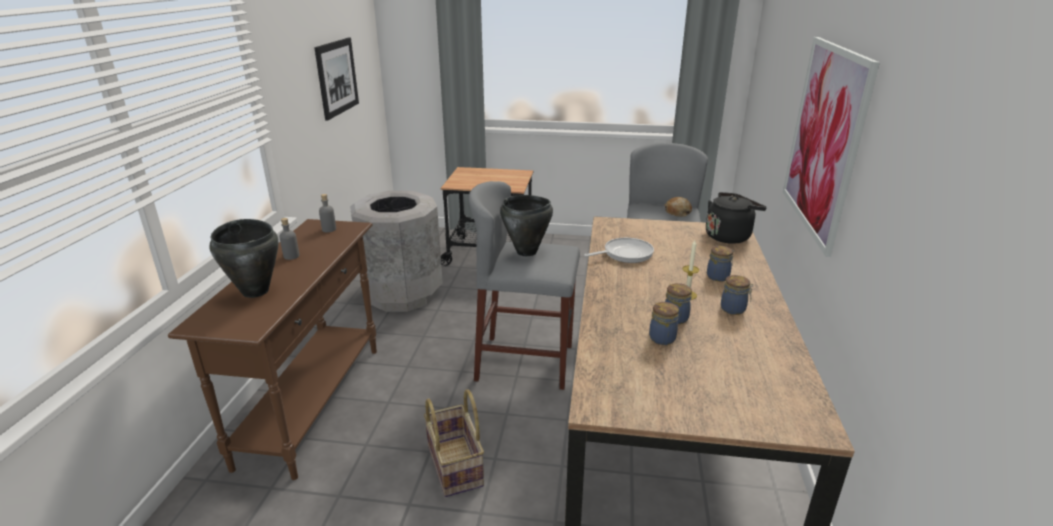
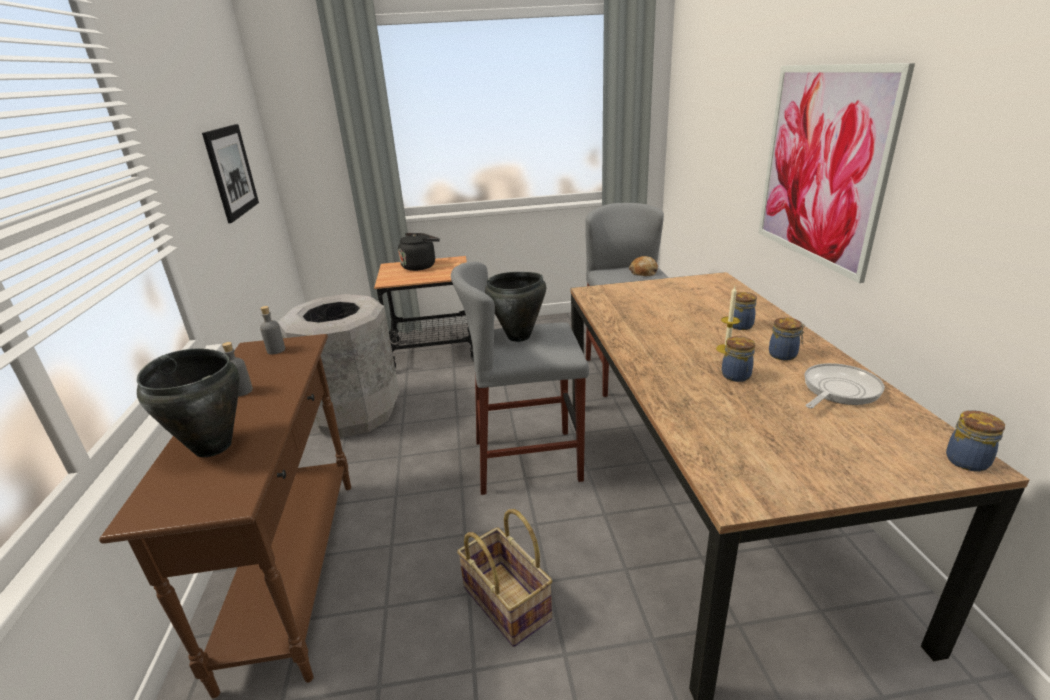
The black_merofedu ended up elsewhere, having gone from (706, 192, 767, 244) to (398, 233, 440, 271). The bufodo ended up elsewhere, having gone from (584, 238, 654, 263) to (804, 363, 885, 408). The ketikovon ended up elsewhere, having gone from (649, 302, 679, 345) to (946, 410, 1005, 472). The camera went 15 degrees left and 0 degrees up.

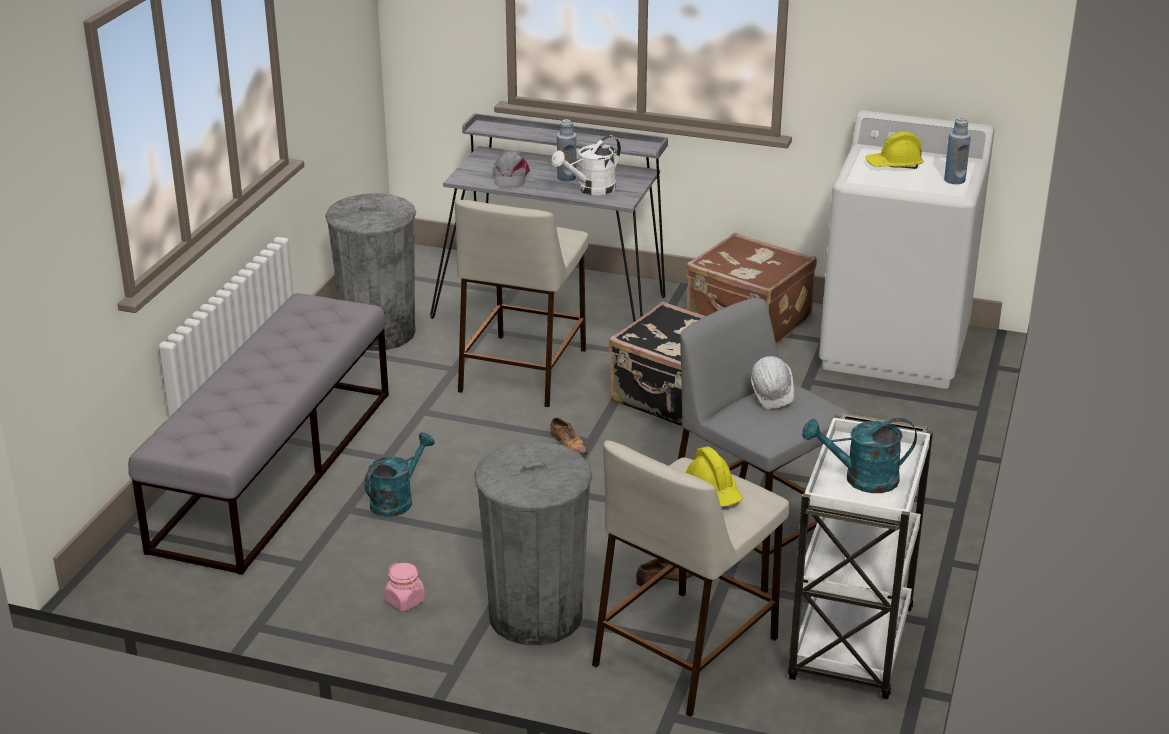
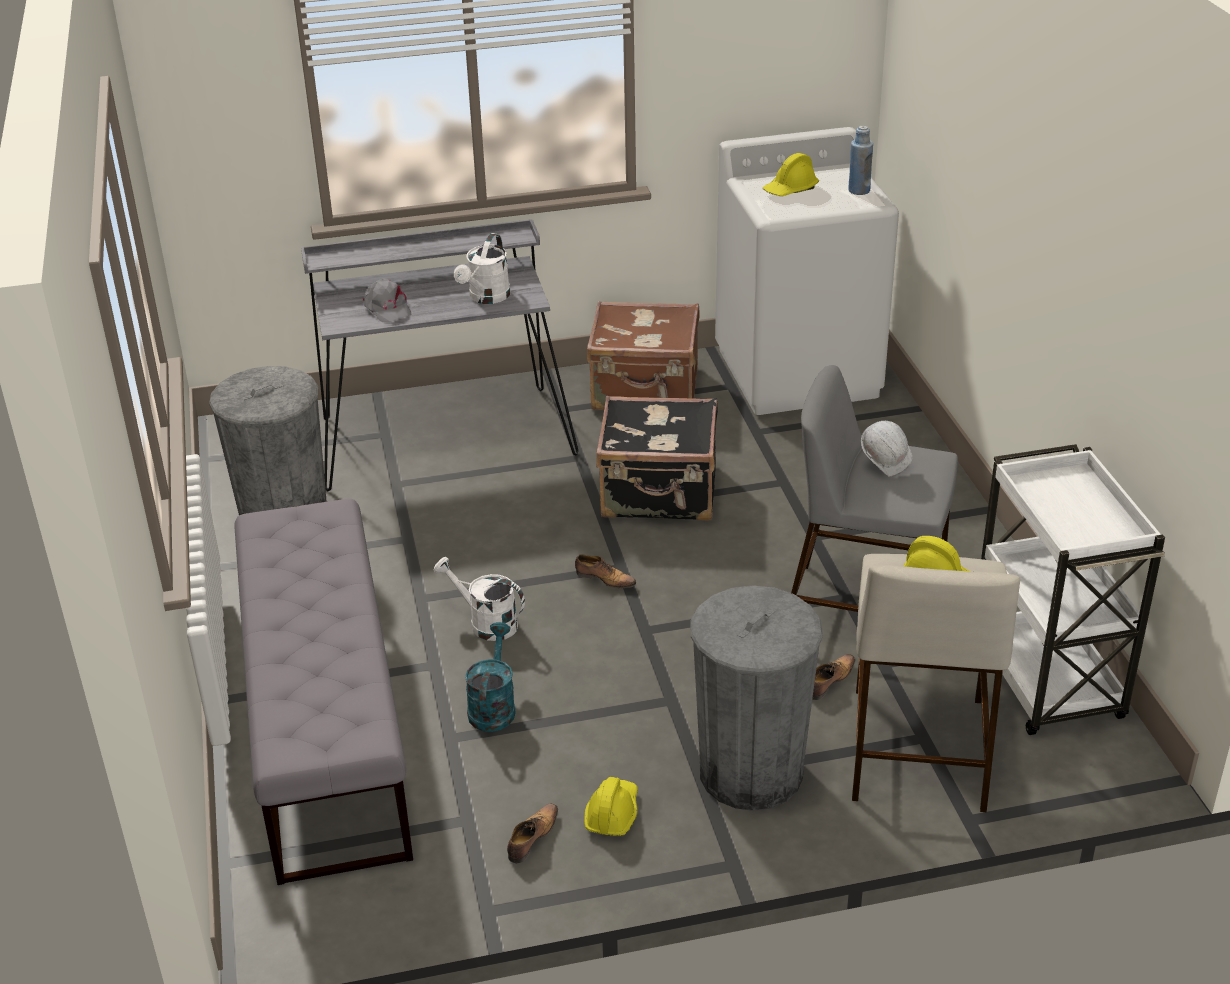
The second view gained the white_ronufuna at (433, 557, 525, 641). The second view gained the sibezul at (507, 803, 558, 863). Where the pink_ketikovon stood at (385, 563, 425, 611), the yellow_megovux came to stand at (584, 777, 637, 836). The second view lost the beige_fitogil at (455, 200, 589, 407). The second view lost the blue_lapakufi at (557, 119, 577, 182). The second view lost the turquoise_ronufuna at (802, 418, 917, 493). The camera went 30 degrees left and 5 degrees up.

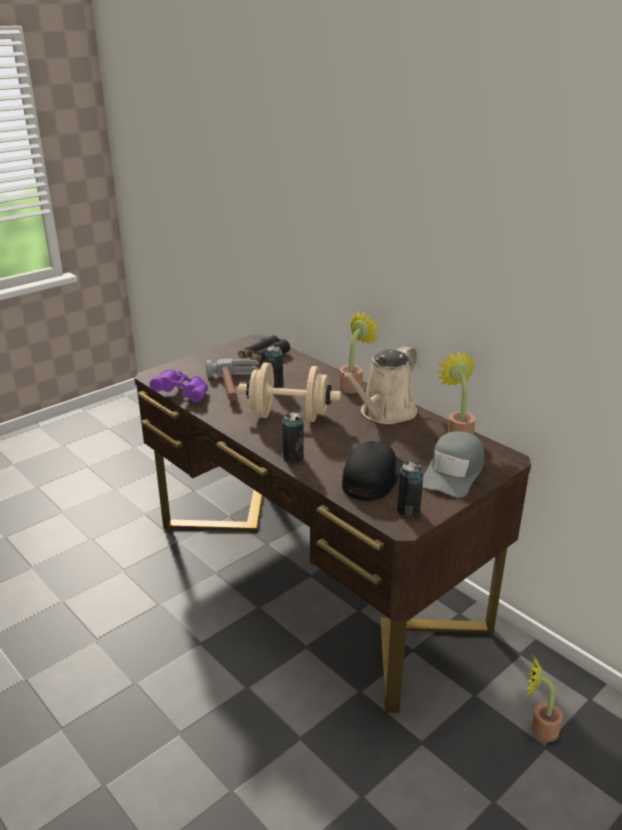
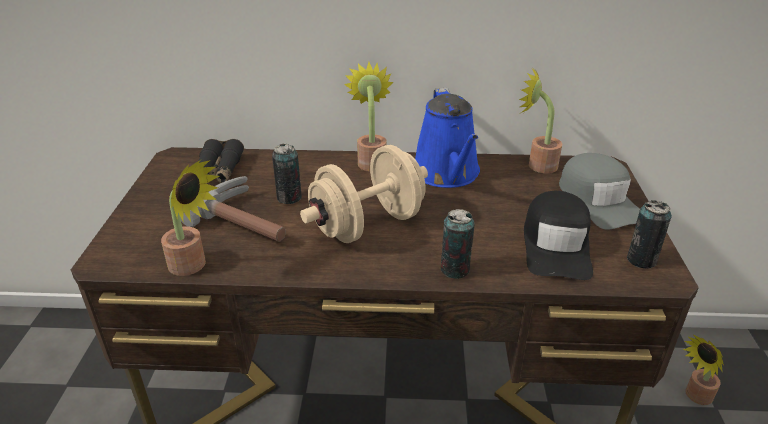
Where the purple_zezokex stood at (150, 369, 208, 403), the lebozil came to stand at (161, 160, 219, 276). What was the beige_ronufuna at (341, 346, 417, 424) turned into the blue_ronufuna at (415, 87, 480, 188). The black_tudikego at (342, 441, 405, 501) ended up facing another way, 150 degrees counterclockwise from before. The camera went 45 degrees left and 5 degrees up.

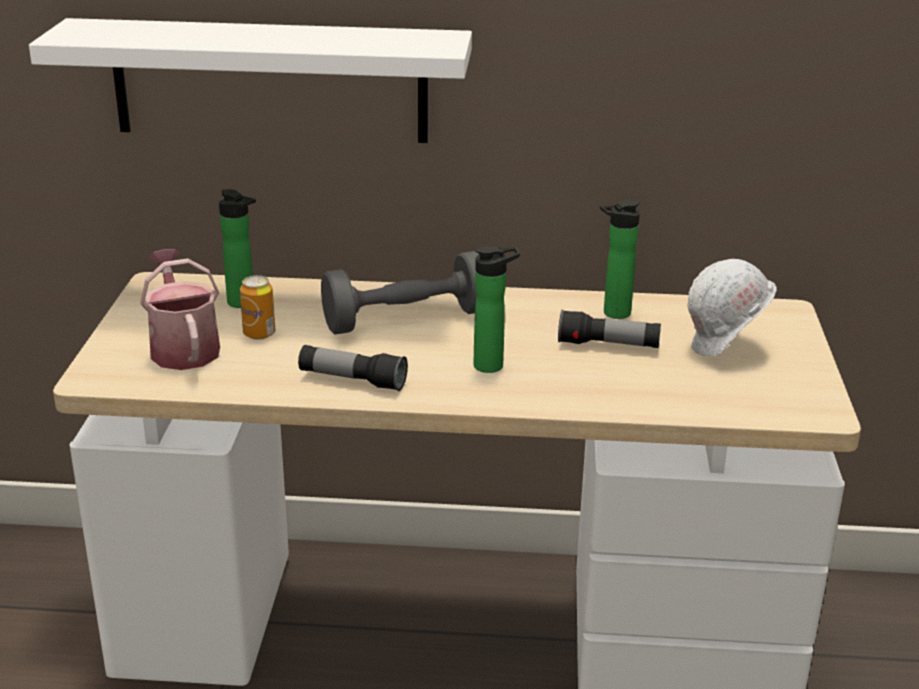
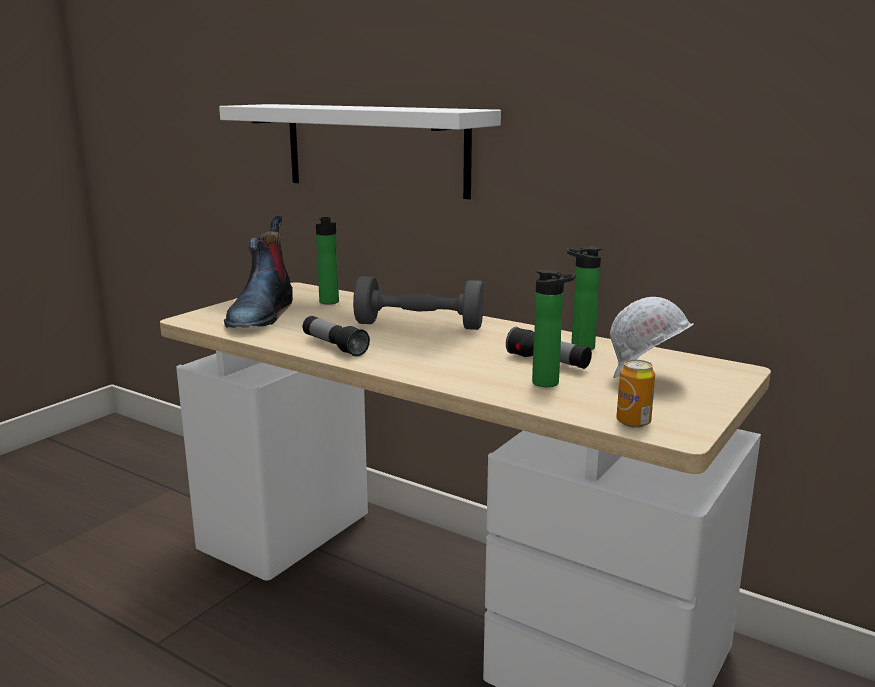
Where the ronufuna stood at (140, 249, 220, 370), the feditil came to stand at (224, 216, 293, 328). The lapakufi ended up elsewhere, having gone from (473, 246, 520, 373) to (532, 270, 576, 387). The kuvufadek ended up elsewhere, having gone from (240, 275, 275, 340) to (616, 360, 655, 428). The camera went 30 degrees right and 10 degrees down.

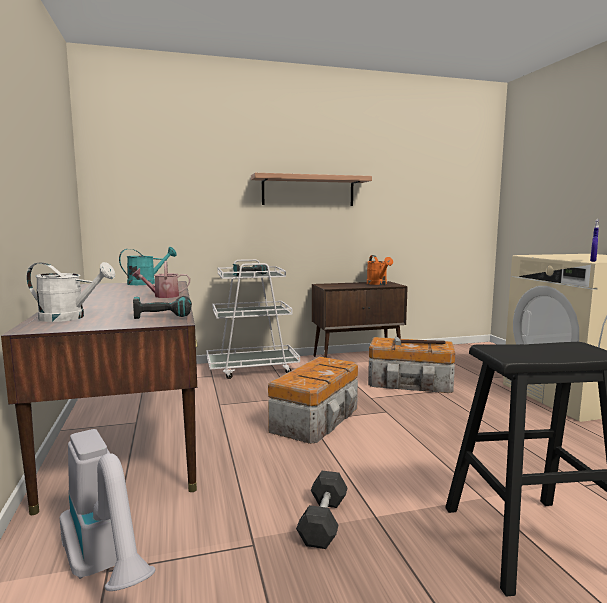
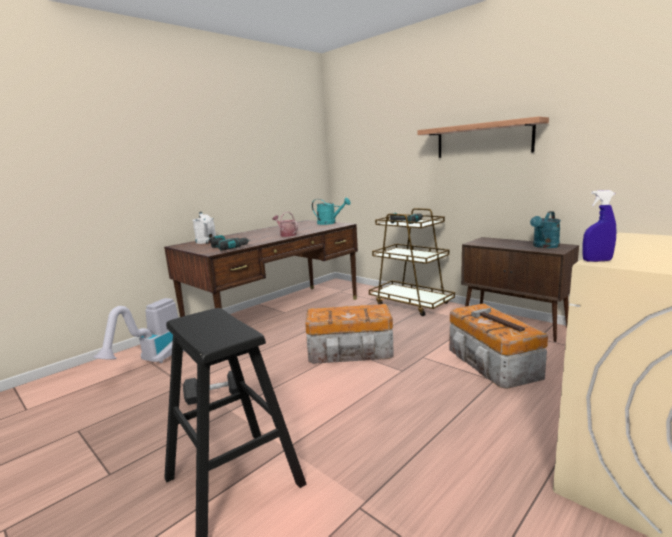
What was the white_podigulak at (206, 259, 300, 379) turned into the brown_podigulak at (369, 208, 455, 316). What was the orange_ronufuna at (367, 255, 393, 285) turned into the turquoise_ronufuna at (530, 211, 561, 248). The camera went 60 degrees right and 5 degrees up.

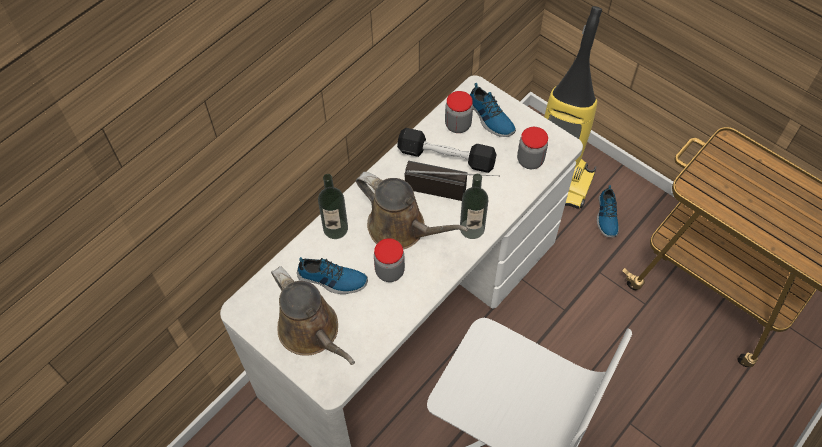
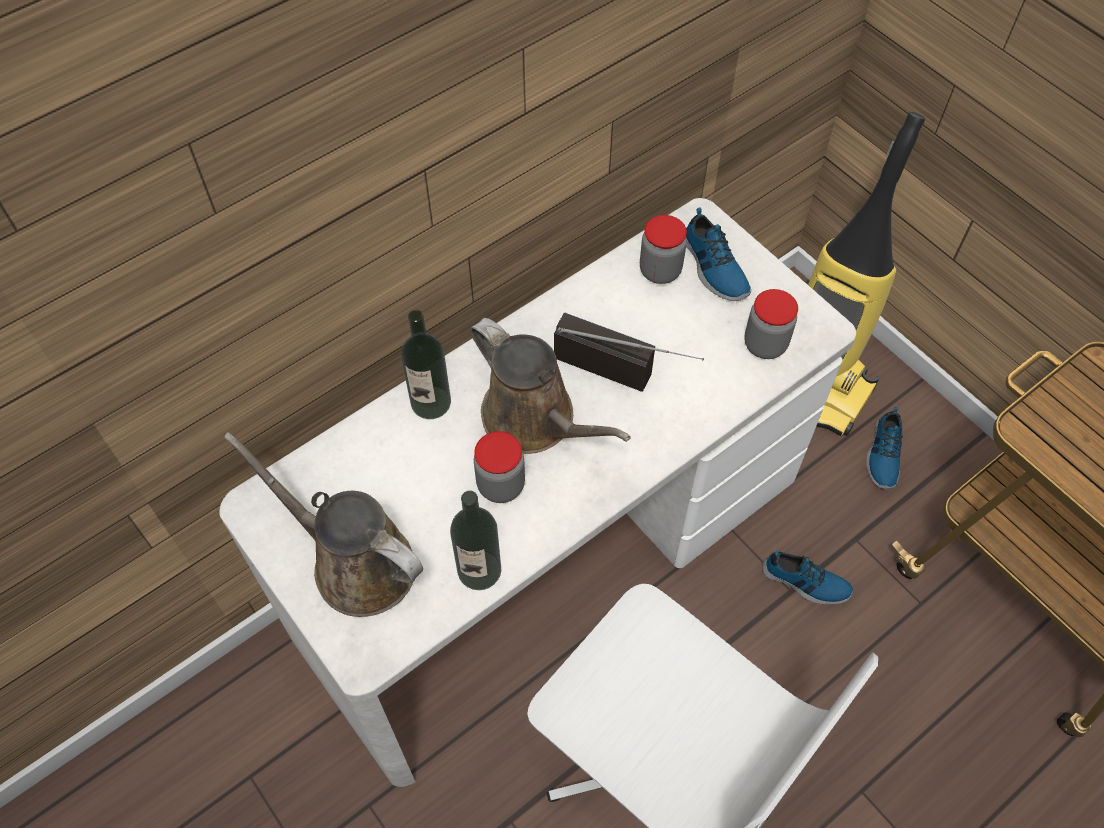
The brown_ronufuna at (271, 266, 355, 365) ended up facing another way, 150 degrees clockwise from before. The lapakufi ended up elsewhere, having gone from (460, 174, 488, 239) to (450, 491, 501, 590). The sibezul ended up elsewhere, having gone from (297, 257, 368, 294) to (762, 550, 854, 604). The second view lost the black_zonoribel at (397, 128, 496, 173). The camera went 10 degrees right and 0 degrees up.

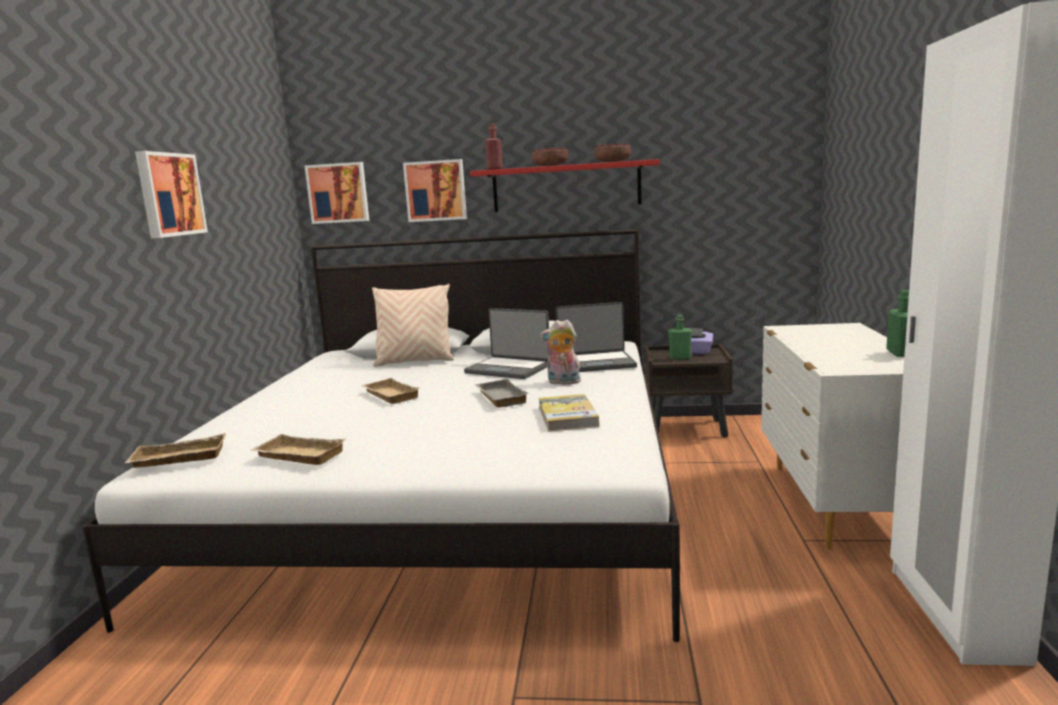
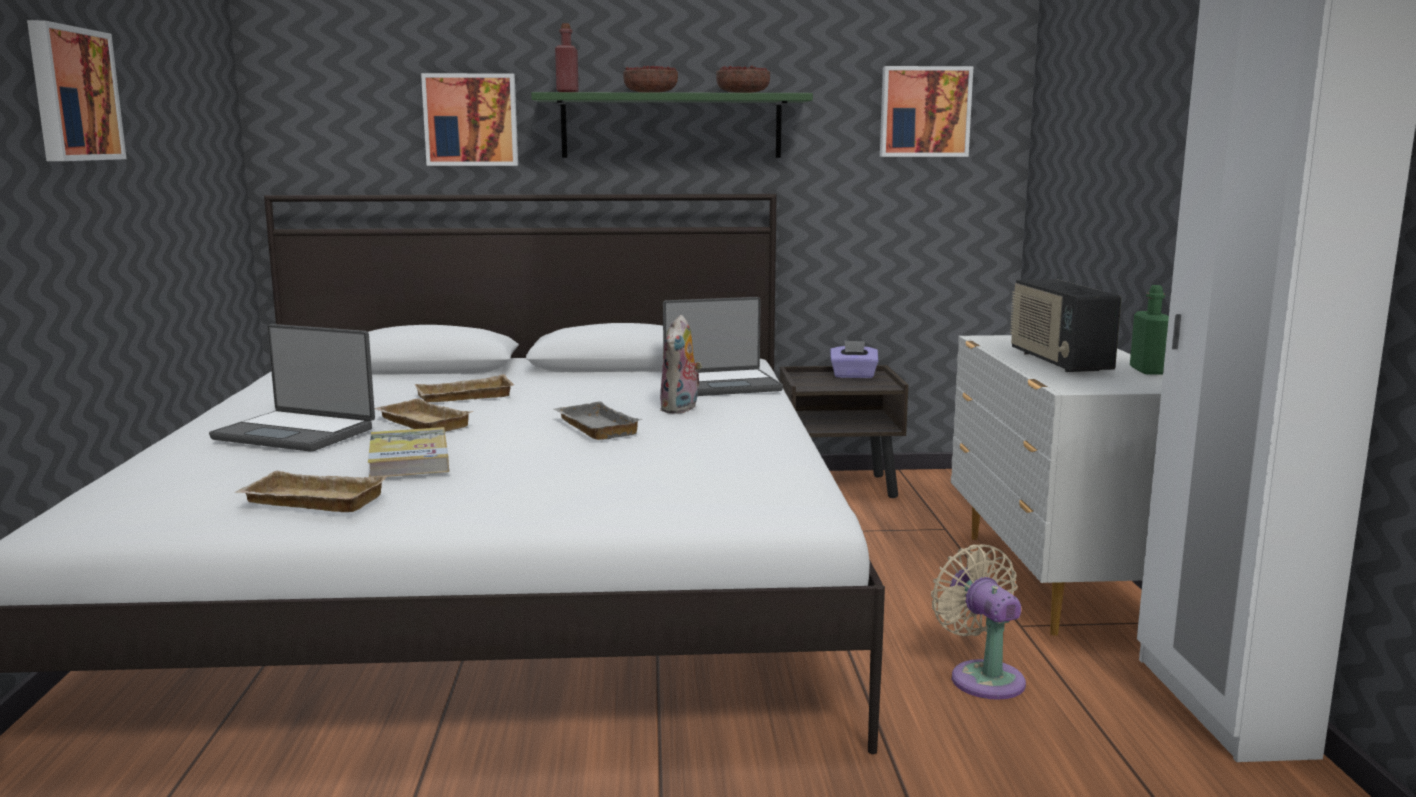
The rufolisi ended up elsewhere, having gone from (464, 308, 549, 379) to (209, 324, 375, 452). The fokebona ended up elsewhere, having gone from (538, 394, 599, 431) to (368, 427, 449, 477). The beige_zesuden ended up elsewhere, having gone from (125, 433, 226, 468) to (415, 374, 514, 403). What was the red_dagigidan at (470, 159, 660, 212) turned into the green_dagigidan at (531, 92, 813, 158). The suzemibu at (540, 320, 582, 384) ended up facing another way, 75 degrees counterclockwise from before. The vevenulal ended up elsewhere, having gone from (305, 162, 369, 224) to (880, 66, 973, 157). The second view gained the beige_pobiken at (931, 544, 1026, 700). The second view gained the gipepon at (1010, 279, 1121, 372). The second view lost the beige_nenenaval at (372, 284, 454, 367). The second view lost the green_lapakufi at (668, 314, 692, 359). The camera went 10 degrees left and 0 degrees up.

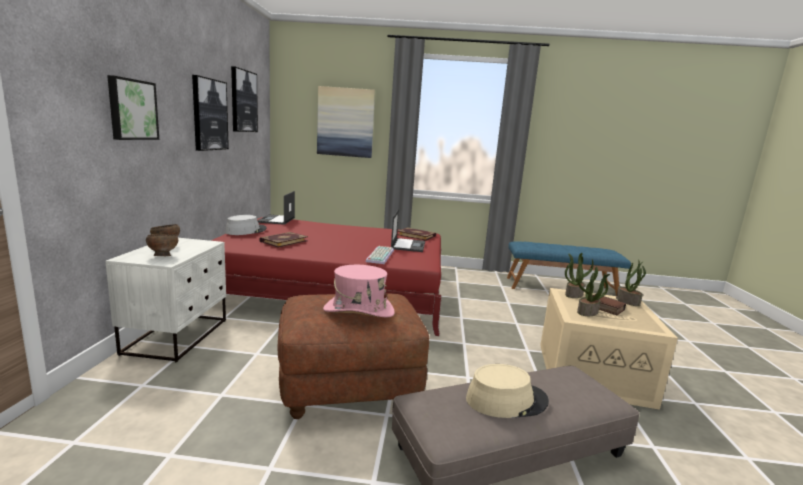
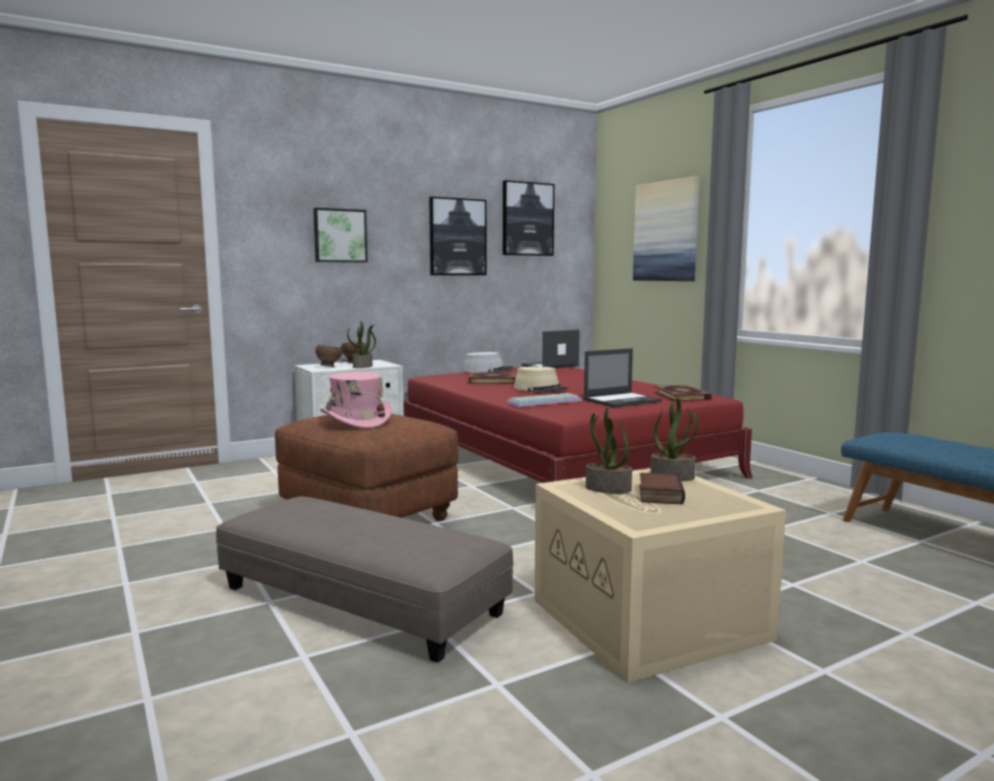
The lebozil ended up elsewhere, having gone from (616, 259, 646, 306) to (347, 321, 376, 368). The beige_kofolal ended up elsewhere, having gone from (466, 364, 549, 418) to (514, 366, 569, 393). The camera went 55 degrees right and 5 degrees down.

